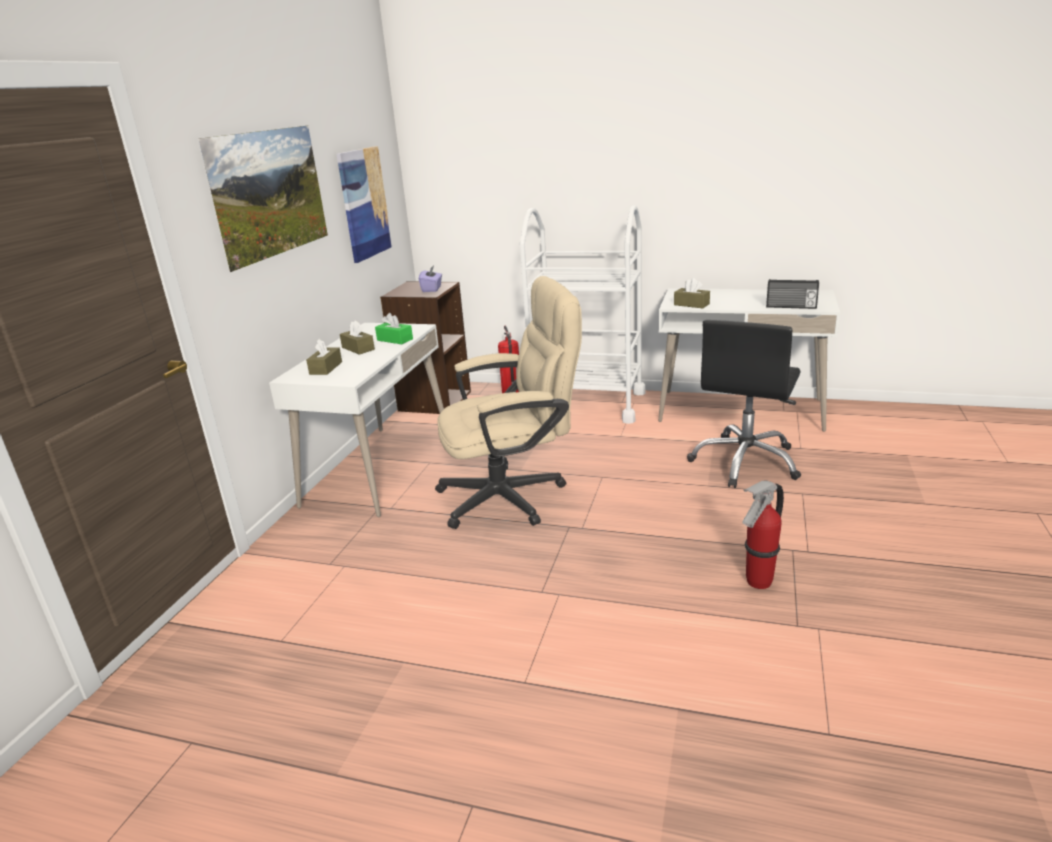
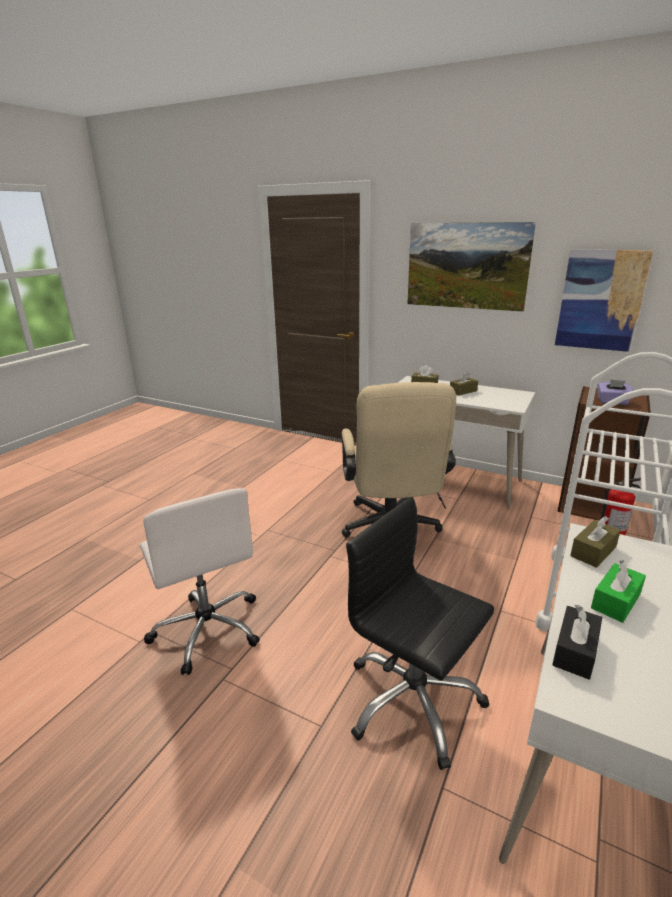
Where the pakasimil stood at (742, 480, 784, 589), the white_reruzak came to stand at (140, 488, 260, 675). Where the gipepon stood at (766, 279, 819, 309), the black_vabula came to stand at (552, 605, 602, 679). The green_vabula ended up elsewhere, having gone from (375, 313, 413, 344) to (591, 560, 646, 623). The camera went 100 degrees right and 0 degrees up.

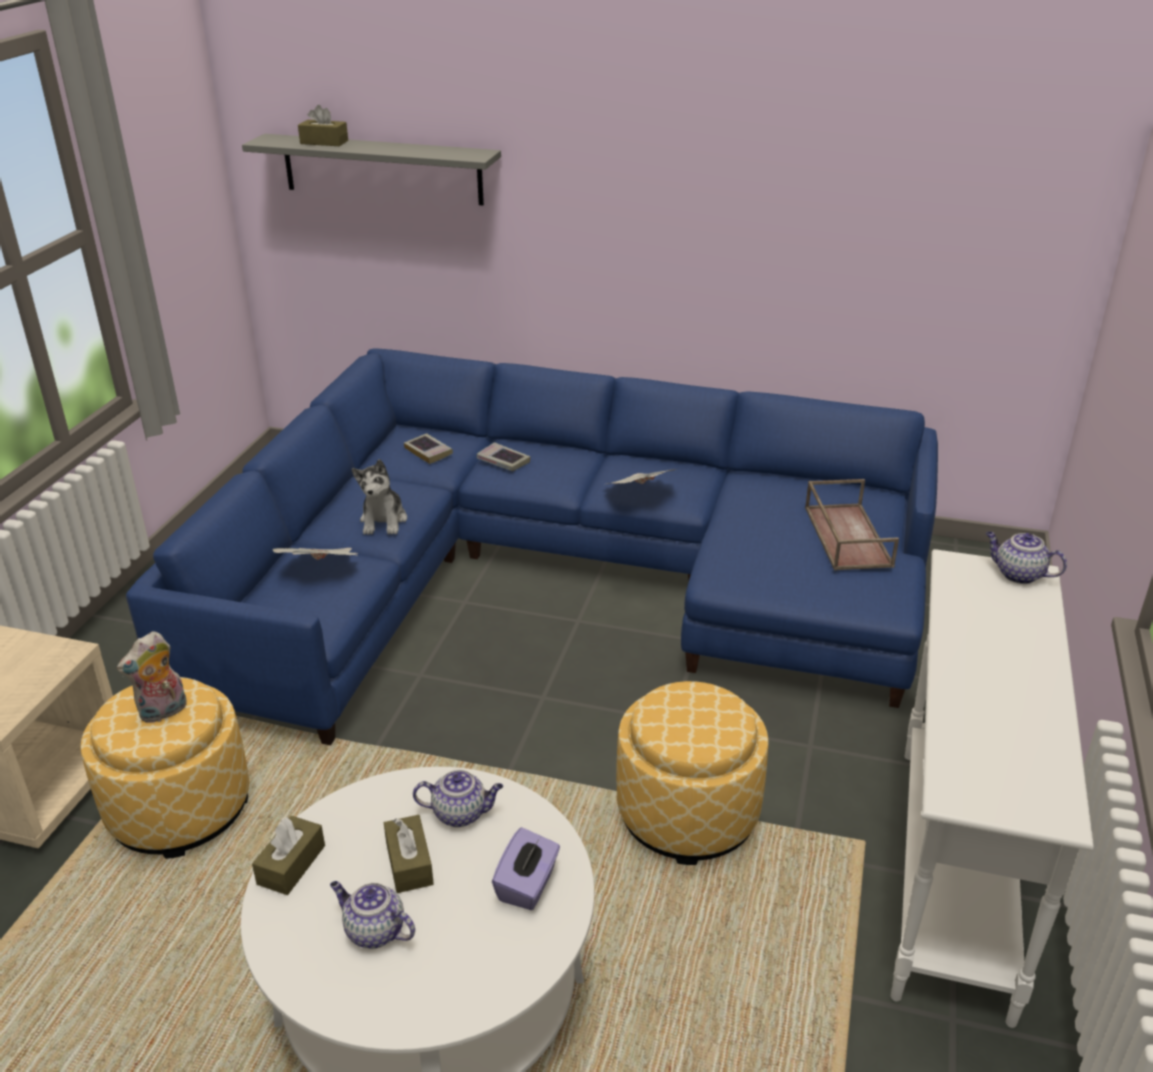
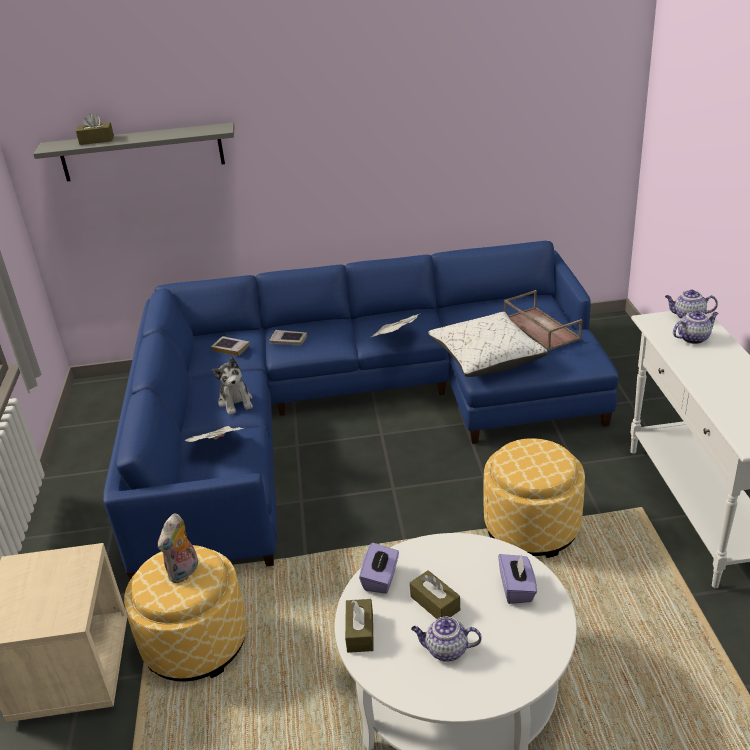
The second view gained the purple_vabula at (359, 543, 399, 594). The second view gained the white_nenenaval at (428, 312, 548, 377). The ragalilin ended up elsewhere, having gone from (413, 770, 503, 827) to (673, 311, 719, 344). The camera went 20 degrees left and 0 degrees up.

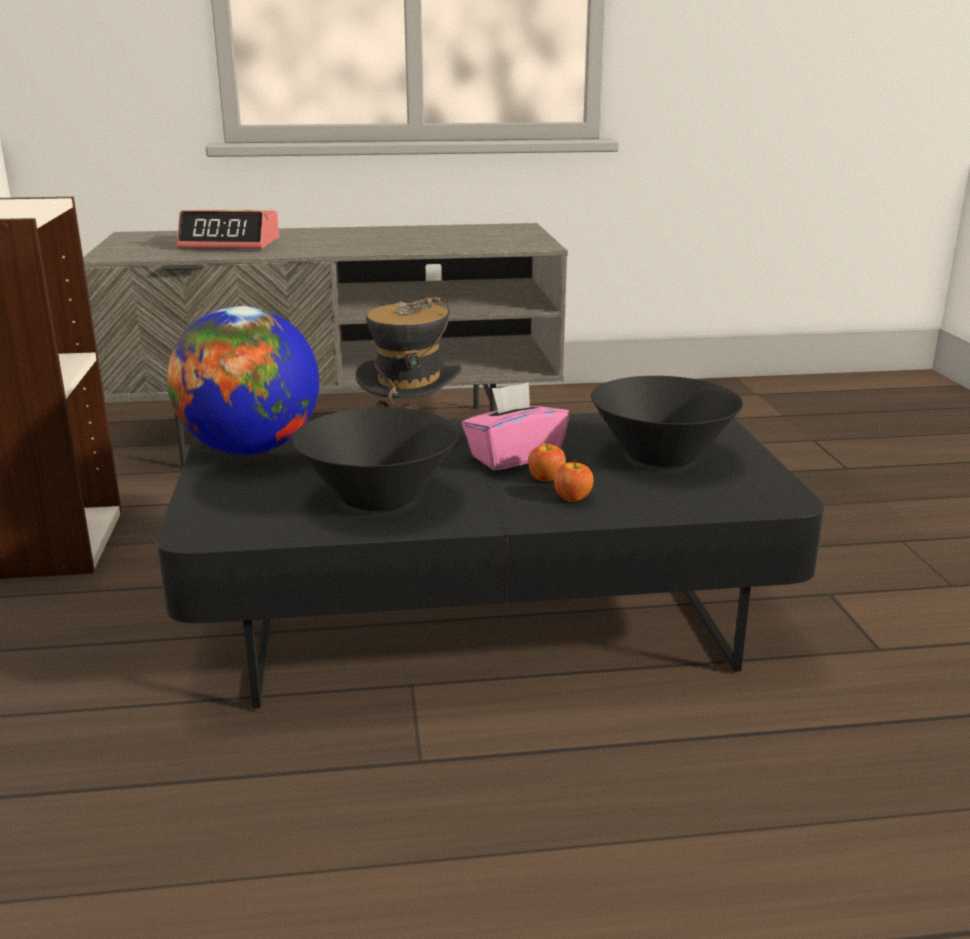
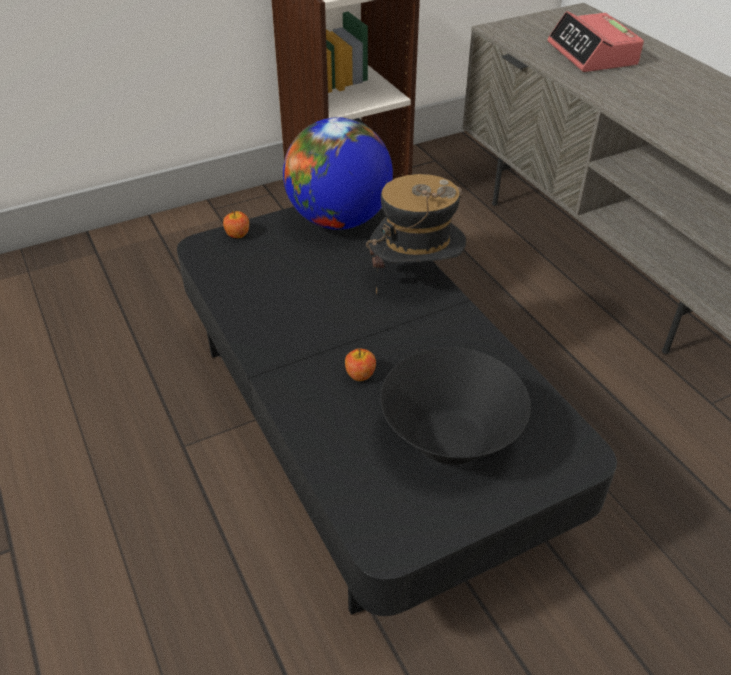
The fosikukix ended up elsewhere, having gone from (554, 459, 594, 502) to (223, 211, 249, 238). The second view lost the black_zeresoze at (293, 407, 459, 511). The second view lost the pink_vabula at (462, 382, 569, 470). The camera went 70 degrees right and 20 degrees up.

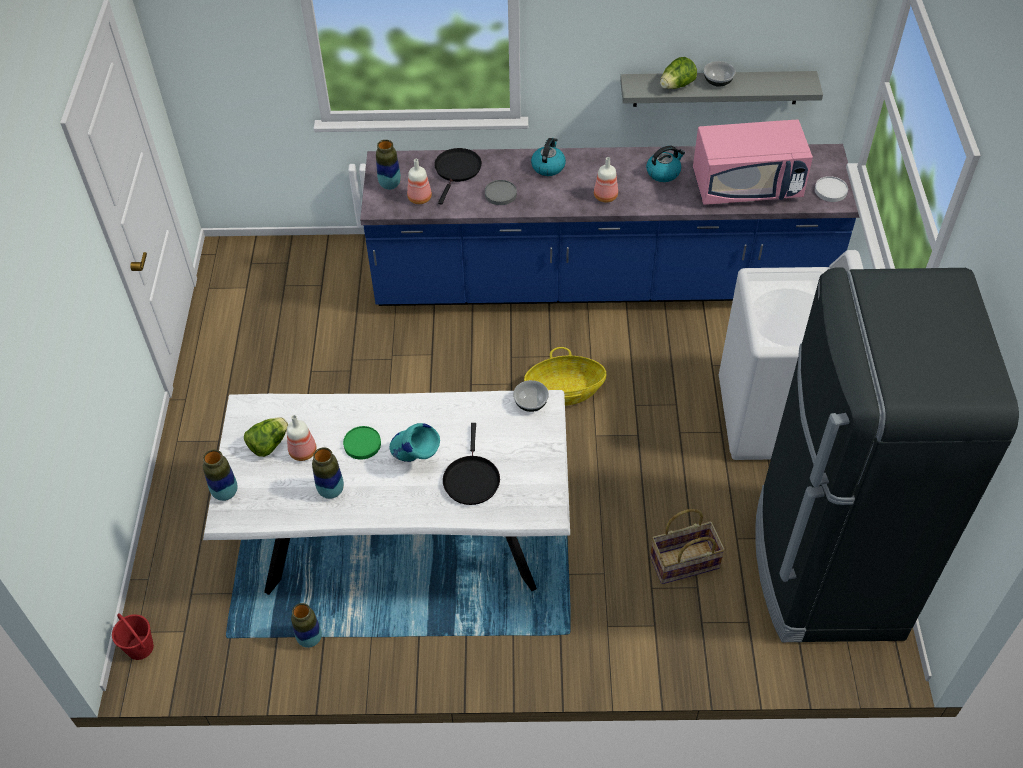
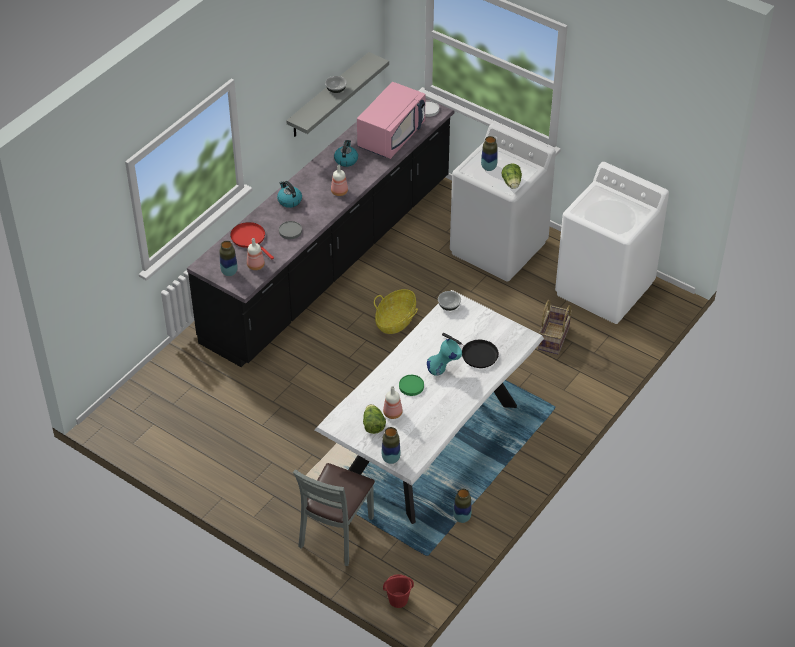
What was the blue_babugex at (360, 144, 860, 306) turned into the black_babugex at (187, 98, 454, 367). What was the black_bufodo at (434, 148, 482, 205) turned into the red_bufodo at (230, 222, 274, 260). The second view gained the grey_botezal at (293, 463, 375, 566). The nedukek ended up elsewhere, having gone from (312, 447, 344, 499) to (481, 136, 498, 171). The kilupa ended up elsewhere, having gone from (660, 57, 697, 89) to (502, 164, 522, 189). Where the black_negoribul stood at (755, 267, 1019, 642), the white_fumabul came to stand at (555, 162, 669, 324). The camera went 55 degrees left and 5 degrees down.

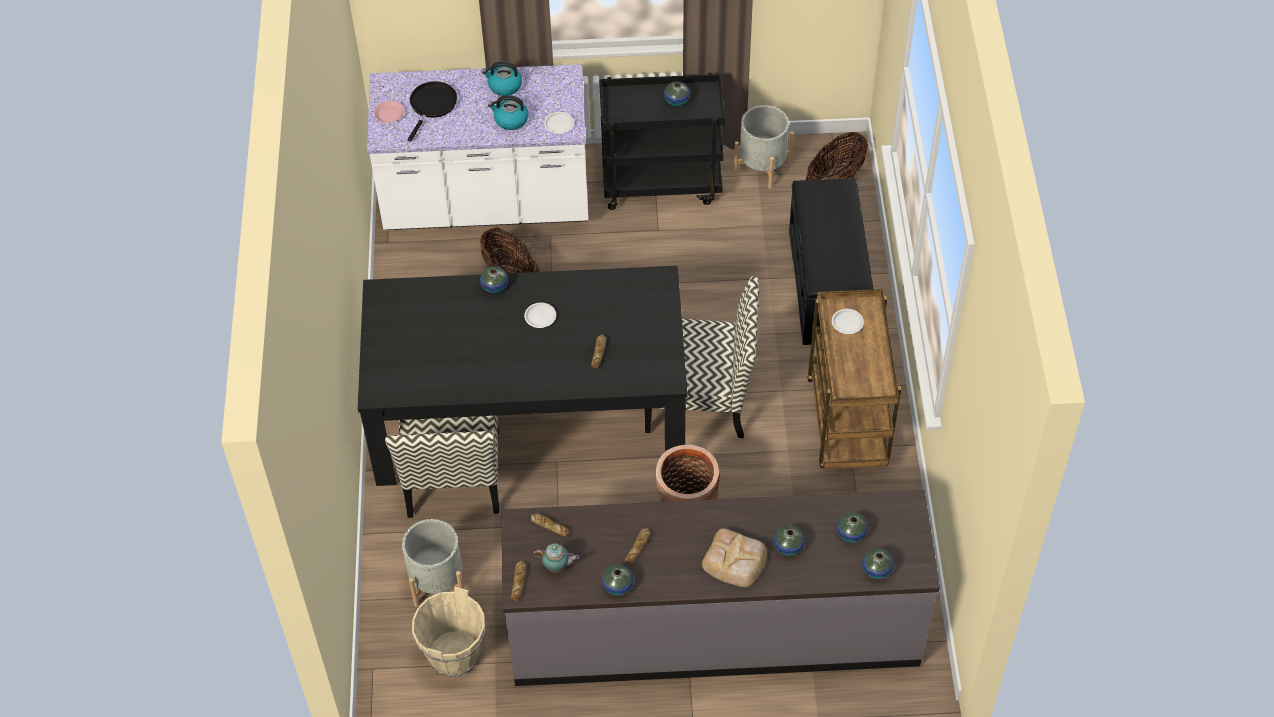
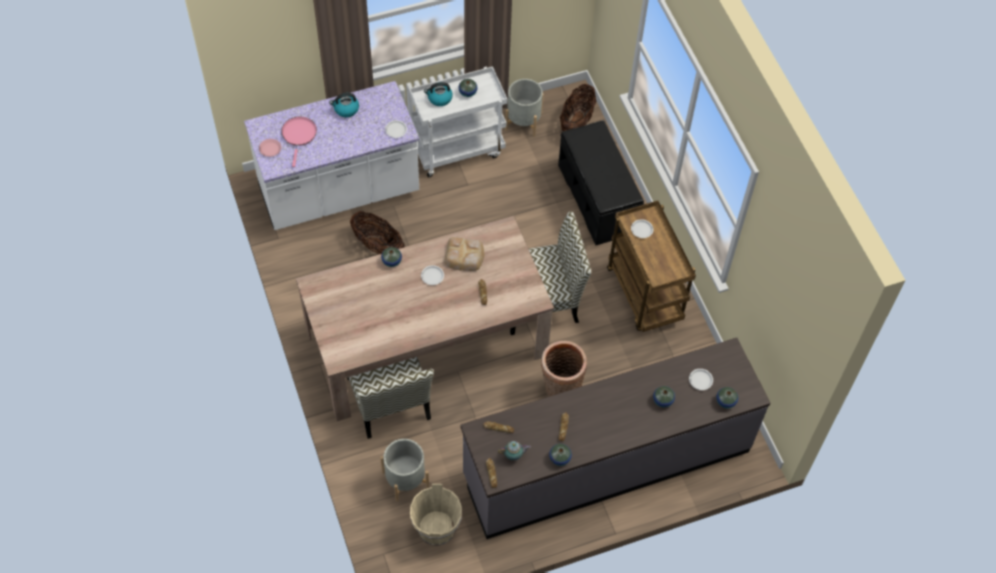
What was the black_bufodo at (408, 81, 457, 142) turned into the pink_bufodo at (281, 117, 317, 167). What was the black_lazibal at (358, 266, 688, 486) turned into the beige_lazibal at (296, 216, 554, 421). What was the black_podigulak at (599, 73, 725, 210) turned into the white_podigulak at (409, 66, 507, 177). The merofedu ended up elsewhere, having gone from (488, 95, 529, 130) to (424, 82, 453, 106). The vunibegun ended up elsewhere, having gone from (702, 528, 767, 587) to (444, 237, 484, 271). Where the nedukek stood at (837, 512, 868, 543), the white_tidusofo came to stand at (689, 369, 713, 390). The camera went 20 degrees left and 5 degrees up.

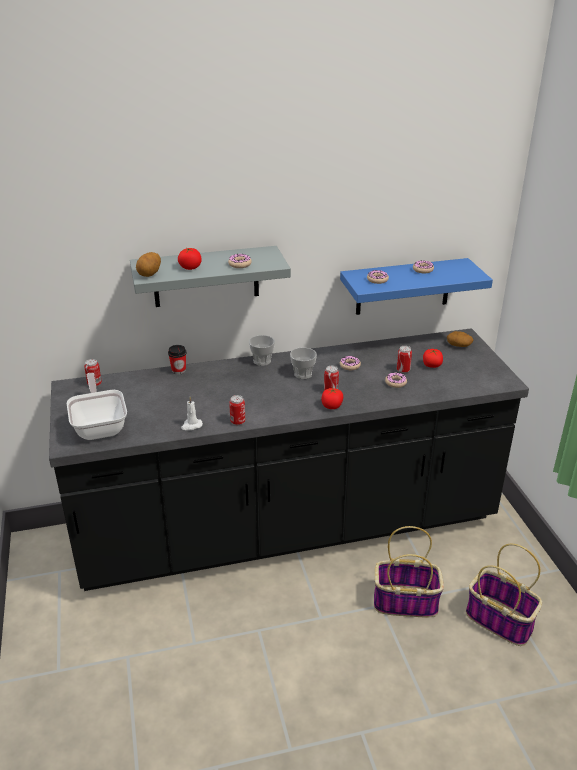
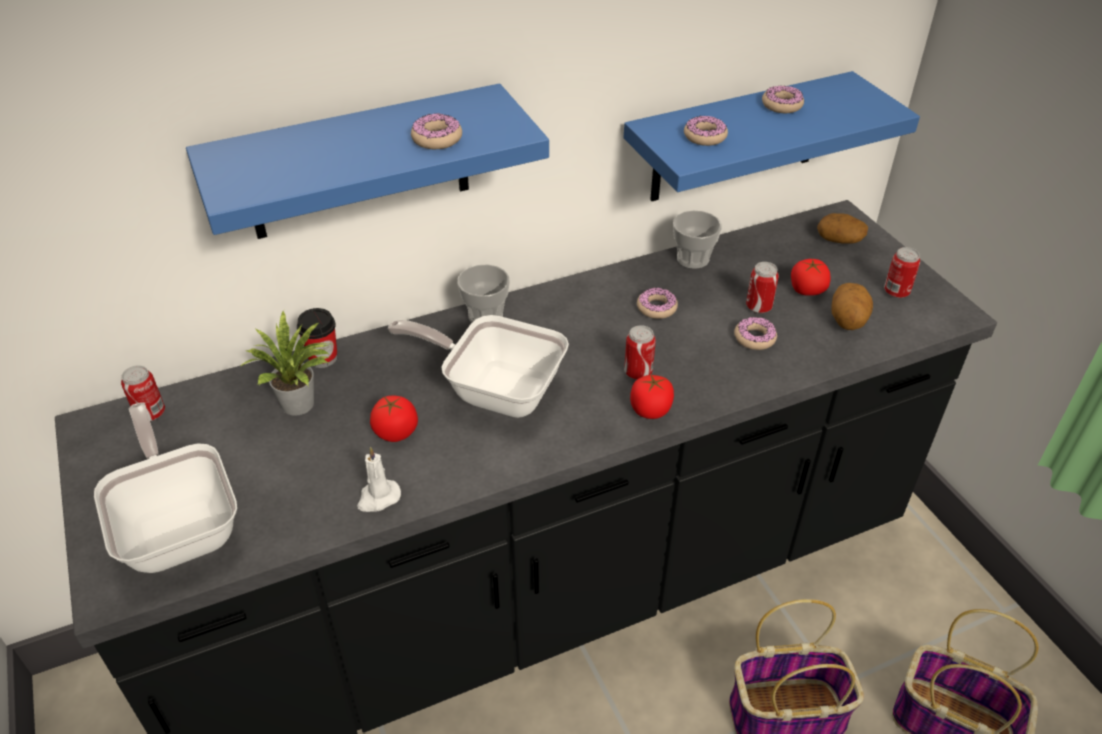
What was the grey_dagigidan at (130, 246, 291, 307) turned into the blue_dagigidan at (186, 84, 549, 239). The second view gained the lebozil at (241, 310, 330, 416). The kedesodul ended up elsewhere, having gone from (178, 248, 202, 270) to (370, 395, 418, 442). The second view gained the bufodo at (388, 315, 569, 418). The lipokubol ended up elsewhere, having gone from (290, 347, 317, 379) to (673, 210, 722, 269). The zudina ended up elsewhere, having gone from (136, 252, 161, 277) to (831, 283, 873, 330). The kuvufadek ended up elsewhere, having gone from (229, 395, 245, 425) to (884, 247, 920, 298). The camera went 10 degrees left and 10 degrees up.

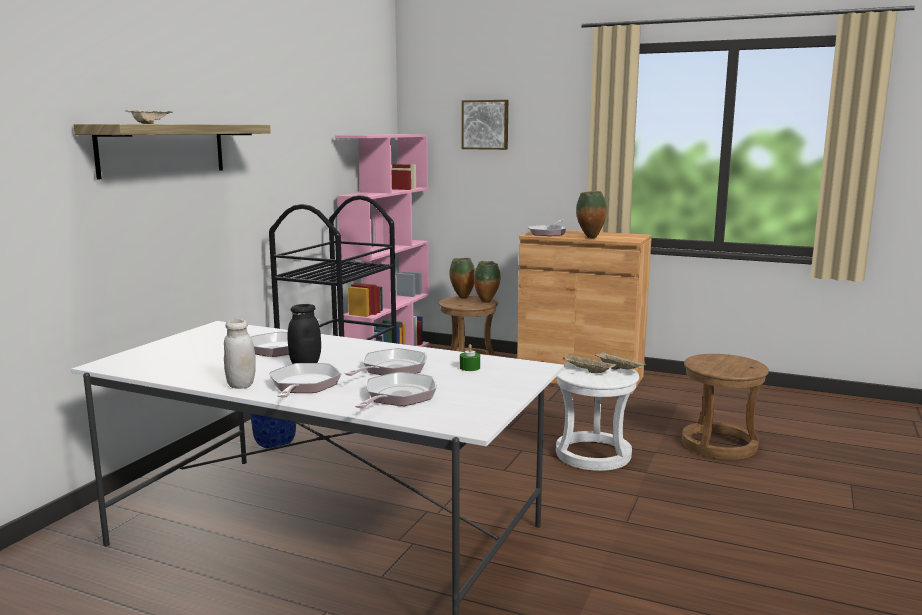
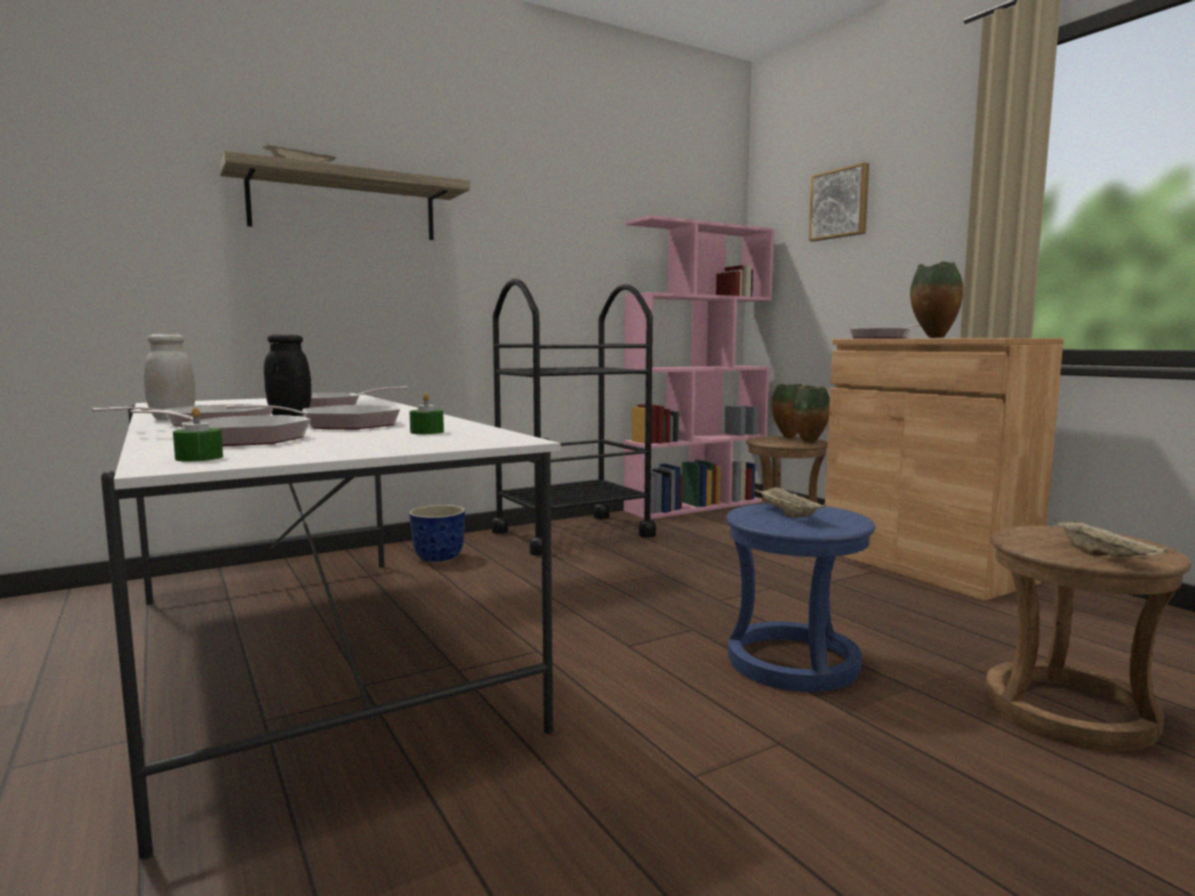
The bufodo at (355, 372, 437, 409) ended up facing another way, 45 degrees clockwise from before. The second view gained the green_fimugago at (173, 407, 223, 462). What was the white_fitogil at (556, 363, 639, 471) turned into the blue_fitogil at (726, 503, 875, 692). The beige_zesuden ended up elsewhere, having gone from (595, 352, 646, 370) to (1053, 518, 1169, 557). The camera went 35 degrees right and 5 degrees down.

